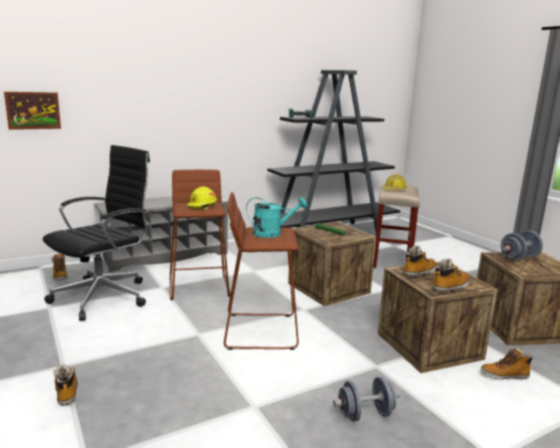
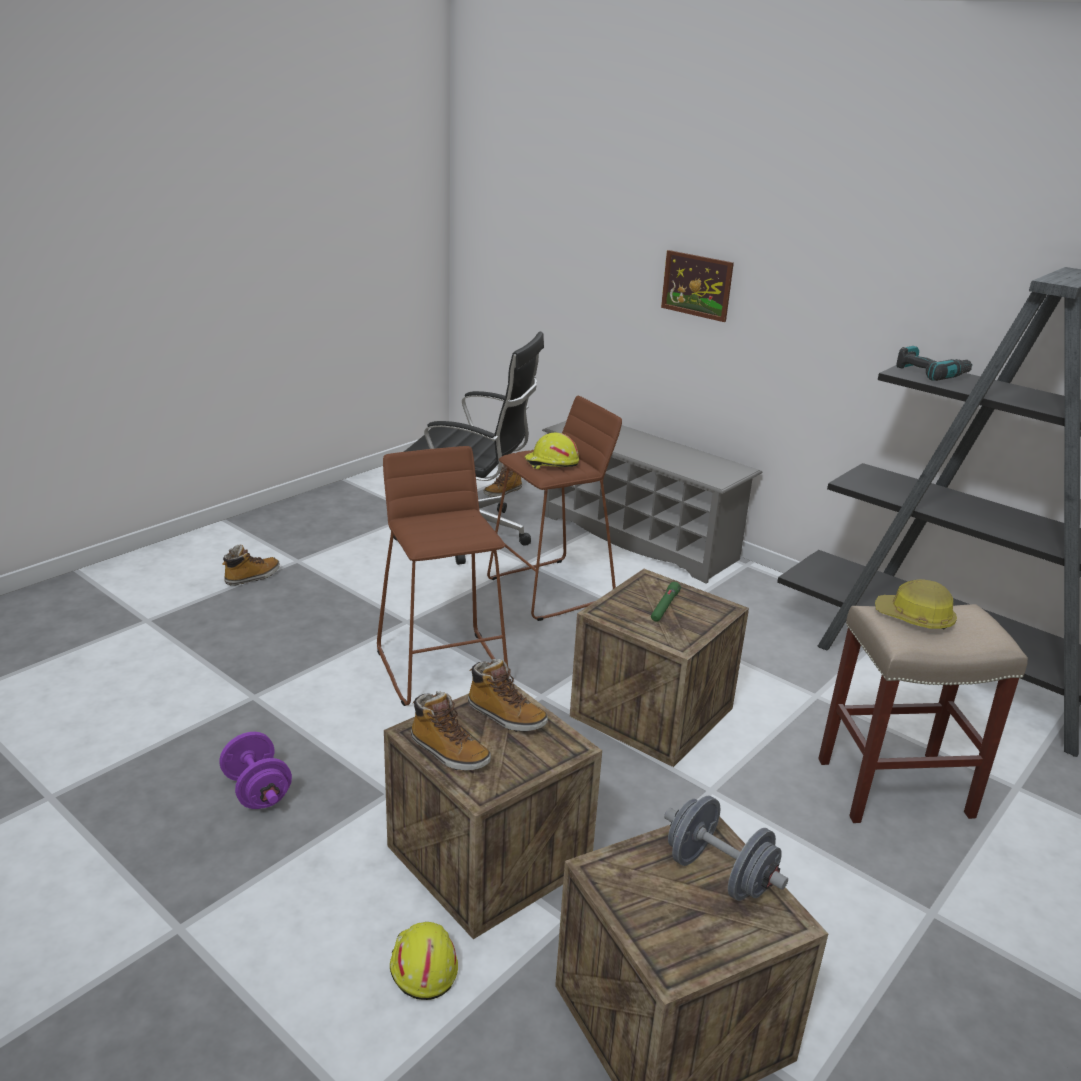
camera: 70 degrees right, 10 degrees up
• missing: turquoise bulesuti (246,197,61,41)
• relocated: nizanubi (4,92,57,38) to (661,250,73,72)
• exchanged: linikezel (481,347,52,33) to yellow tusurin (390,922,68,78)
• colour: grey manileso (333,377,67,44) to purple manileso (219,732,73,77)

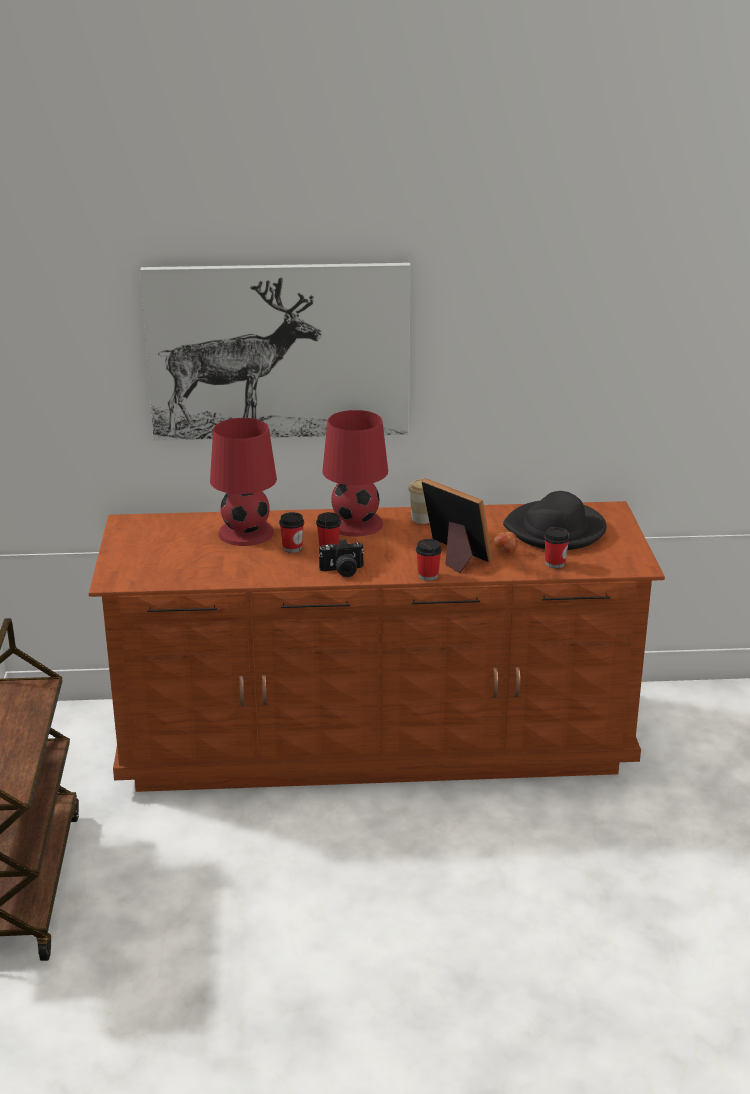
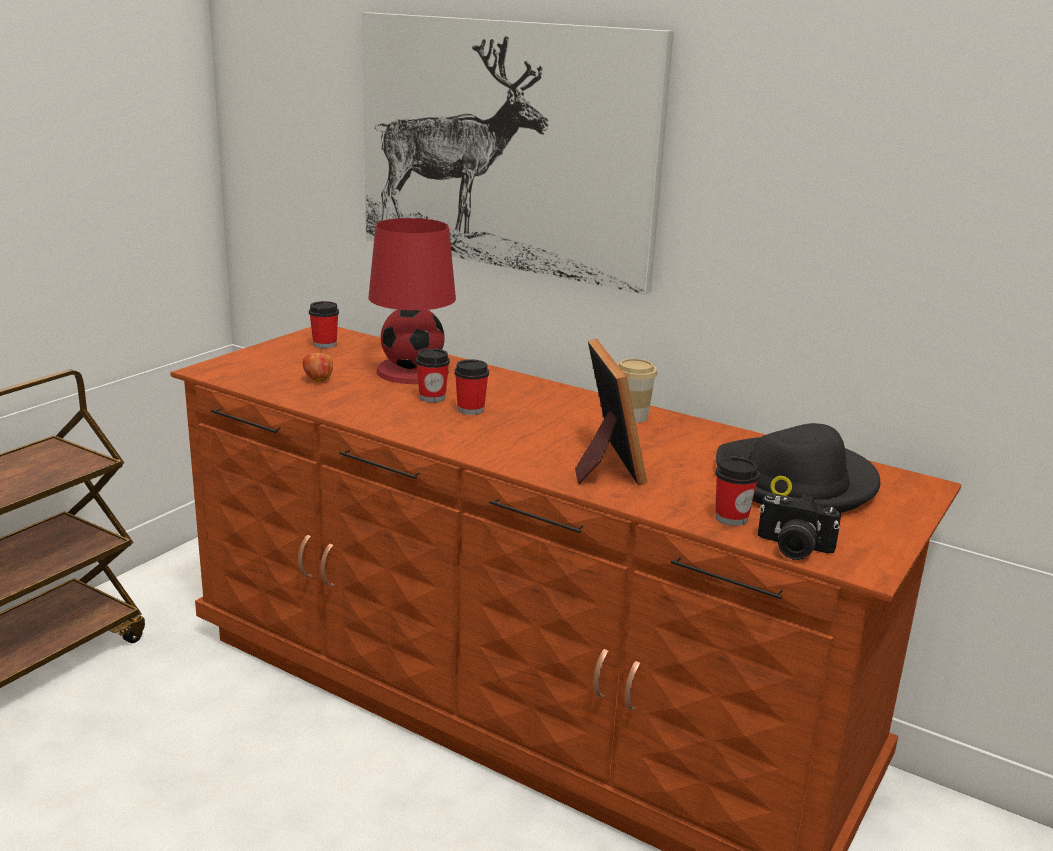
camera: 35 degrees right, 5 degrees down
• missing: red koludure (322,410,66,127)
• relocated: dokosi (319,539,45,38) to (758,494,83,66)
• relocated: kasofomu (416,539,26,42) to (309,301,30,48)
• relocated: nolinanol (494,529,24,25) to (303,350,30,31)

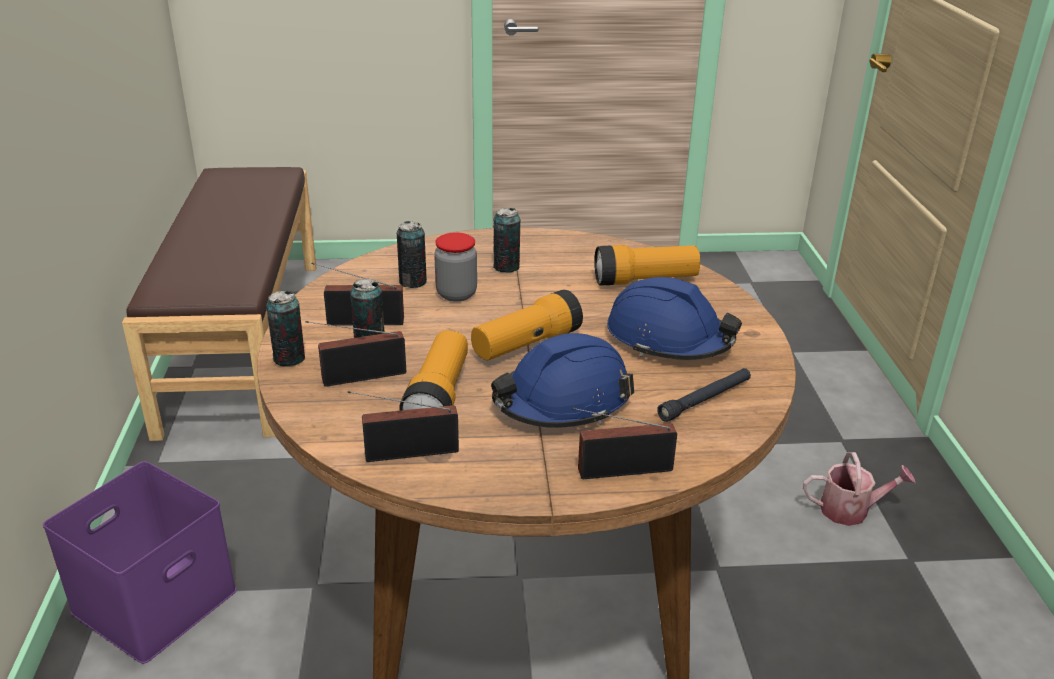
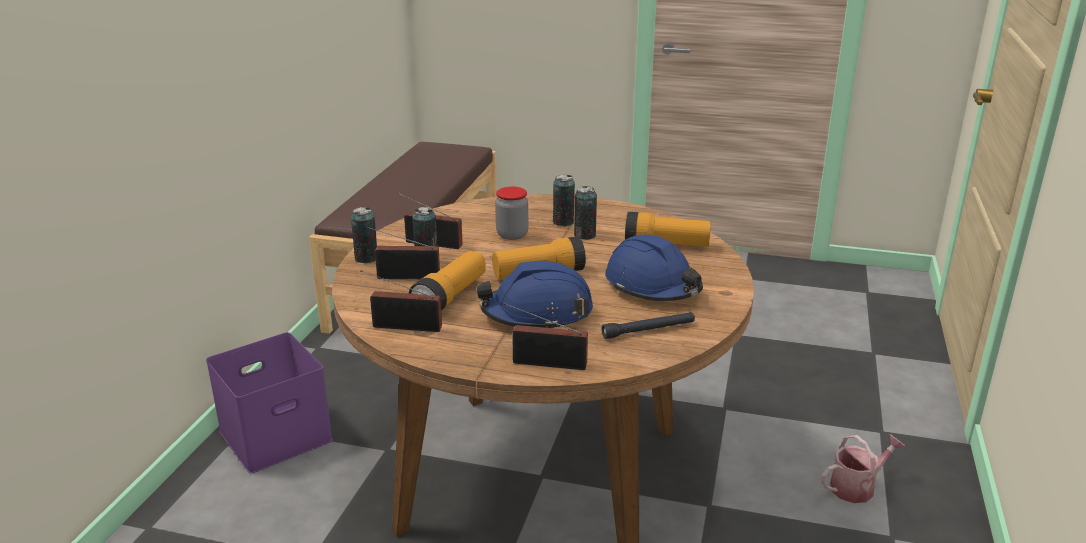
camera: 20 degrees right, 5 degrees down
• relocated: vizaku (397,221,30,67) to (574,186,23,54)
• spun: bulesuti (803,452,112,74) = (821,434,84,69) 45 degrees counterclockwise

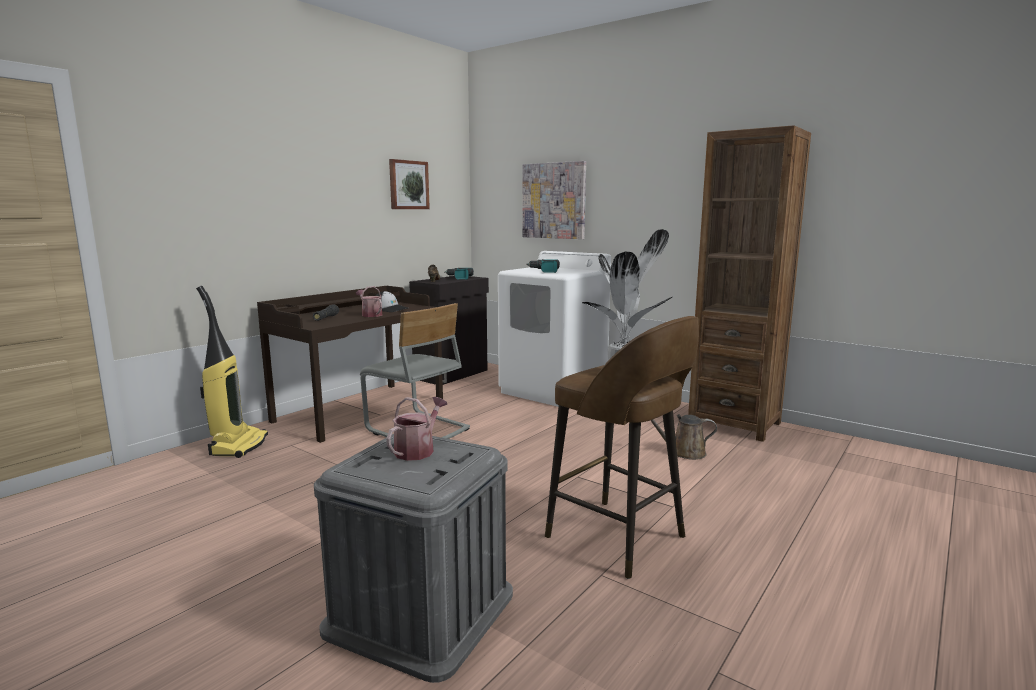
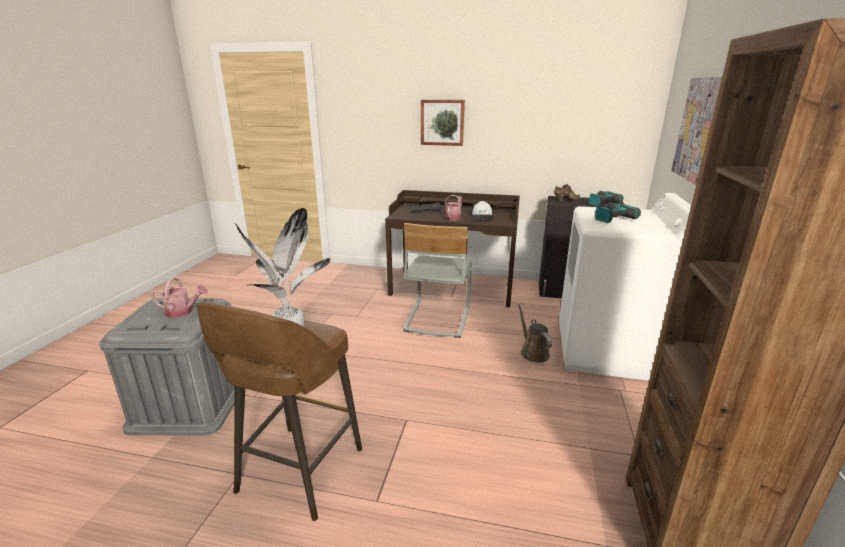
camera: 65 degrees right, 10 degrees up
• missing: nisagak (196,286,72,172)
• relocated: nizanubi (389,159,41,50) to (421,100,44,46)
• relocated: brown bulesuti (650,414,67,46) to (517,304,35,59)

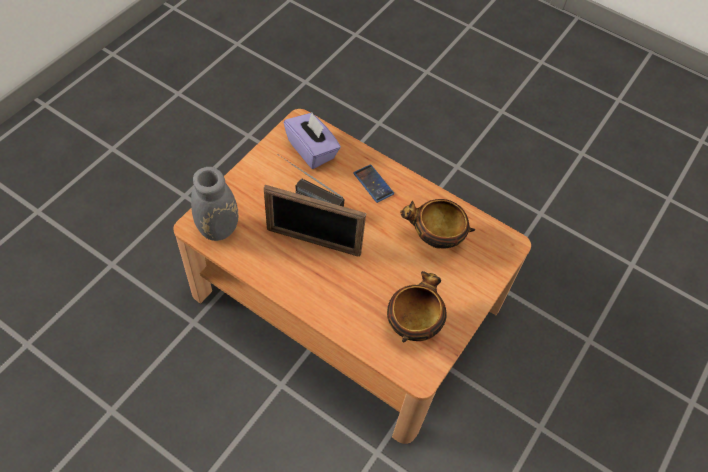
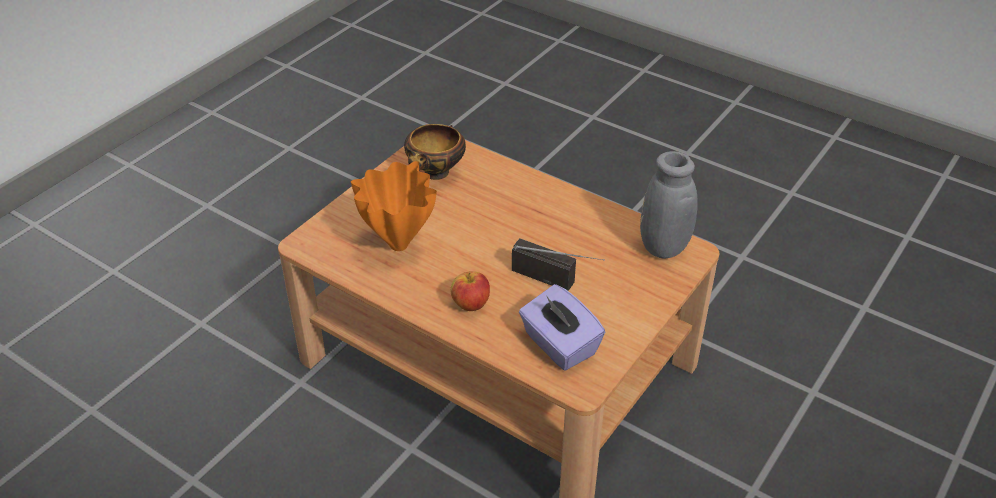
camera: 175 degrees left, 15 degrees down
• missing: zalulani (264,185,102,72)
• exchanged: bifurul (353,164,41,39) to nolinanol (451,271,39,40)
• exchanged: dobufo (400,199,75,49) to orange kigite (351,161,86,90)

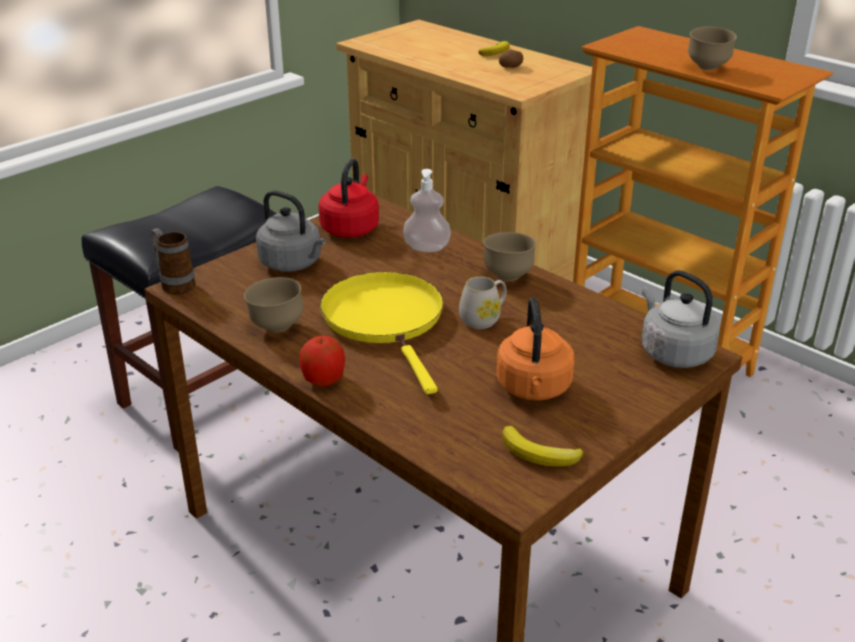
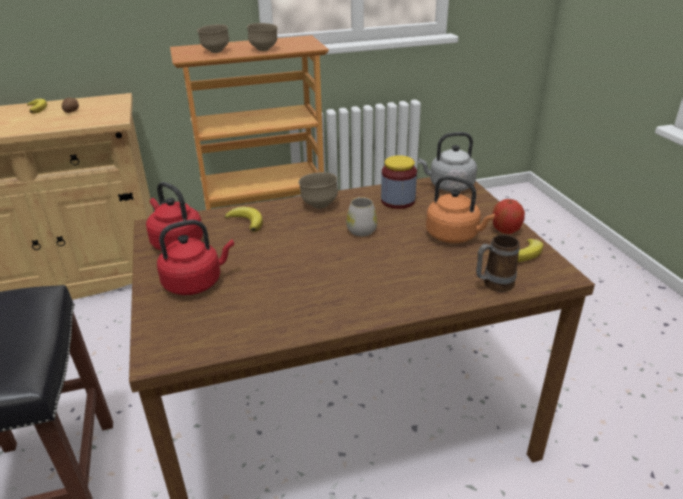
camera: 60 degrees left, 0 degrees up
• missing: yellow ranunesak (320,272,124,122)
• appeared: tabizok (381,155,36,54)
• relocated: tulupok (150,229,45,66) to (476,235,44,57)
• relocated: brown dobufo (244,277,59,56) to (197,24,32,29)
• relocated: nolinanol (299,335,46,52) to (492,199,33,35)
• exchanged: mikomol (403,169,48,83) to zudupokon (225,207,38,25)
• colour: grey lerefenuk (256,190,70,82) to red lerefenuk (157,220,77,75)

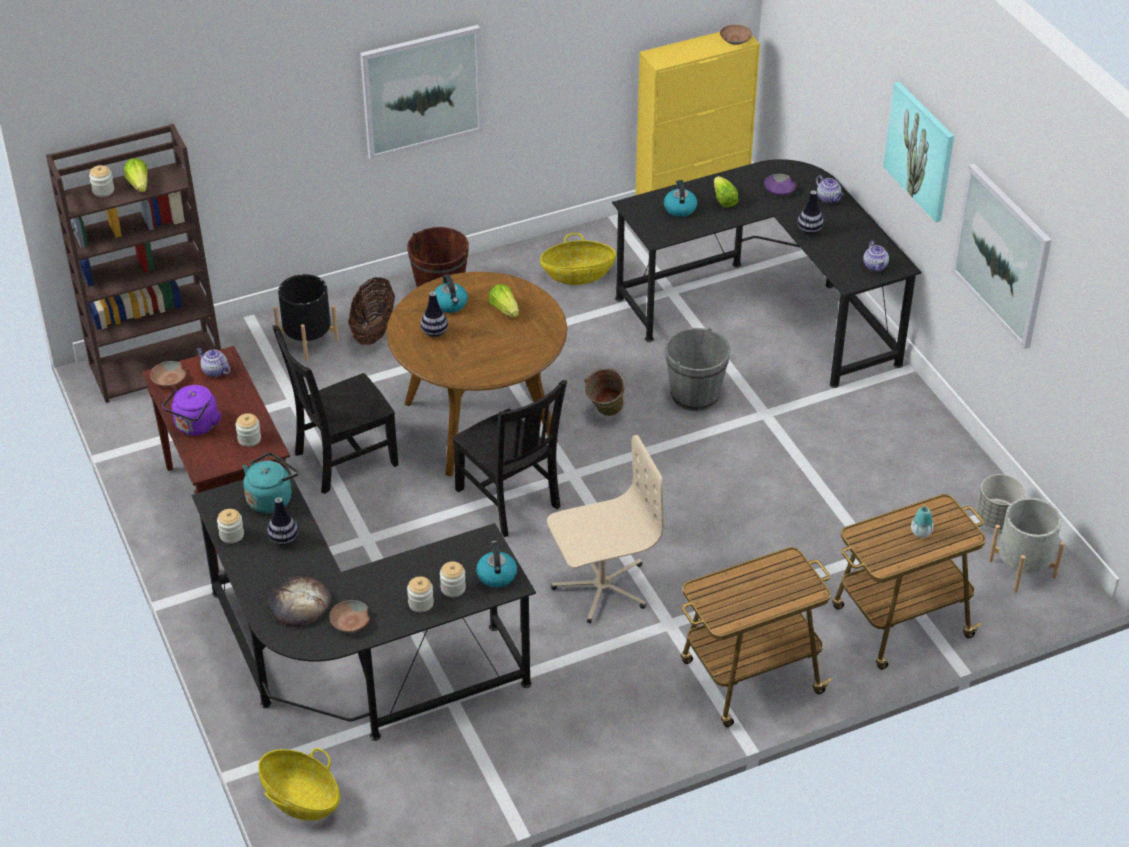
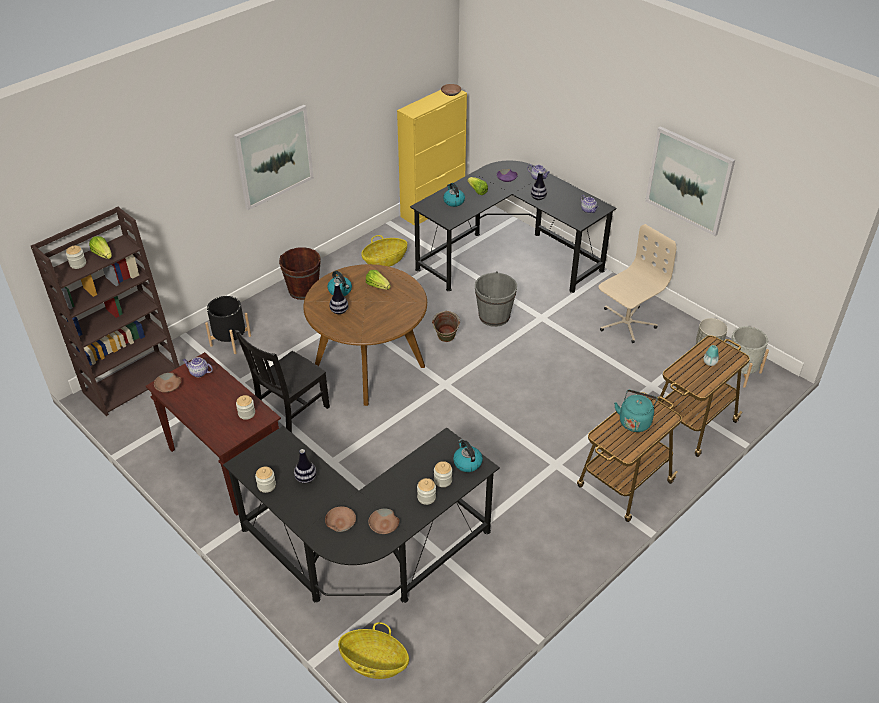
camera: 20 degrees left, 0 degrees up
• missing: purple lerefenuk (162,385,60,50)
• missing: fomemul (348,277,47,68)
• missing: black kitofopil (453,380,114,157)
• missing: nizanubi (883,82,71,140)
• relocated: turquoise lerefenuk (243,453,55,60) to (614,390,44,42)
• relocated: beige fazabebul (547,435,117,188) to (599,224,77,119)
• exchanged: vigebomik (268,576,63,50) to brown dobufo (325,506,31,26)

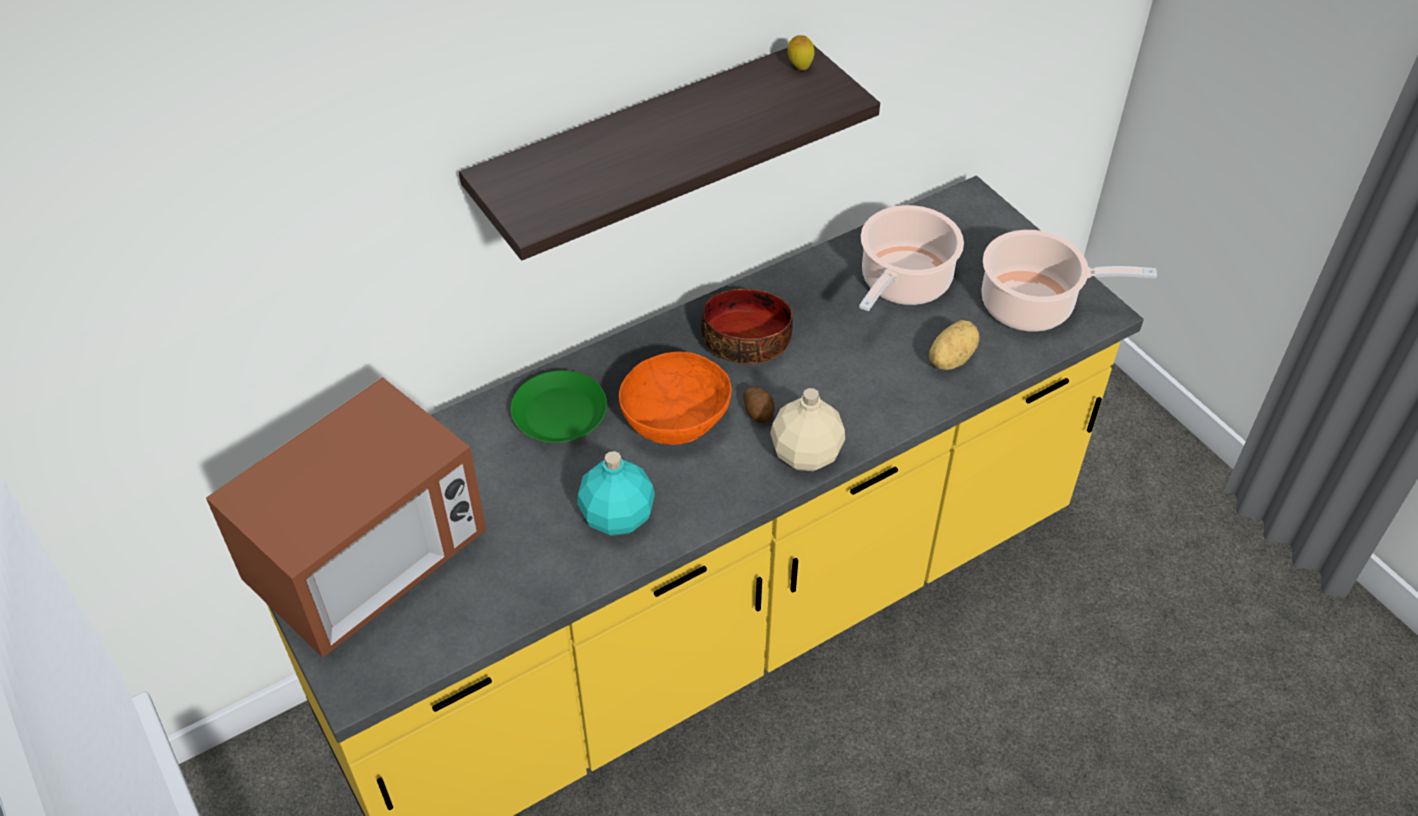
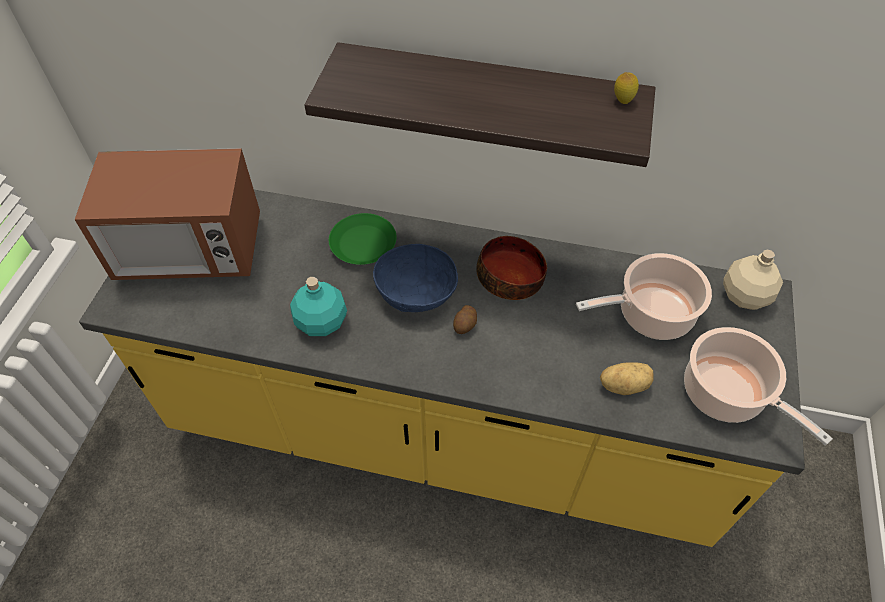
camera: 45 degrees right, 5 degrees up
• relocated: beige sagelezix (770,388,75,83) to (723,250,60,60)
• colour: orange dobufo (619,352,113,93) to blue dobufo (373,244,85,68)

